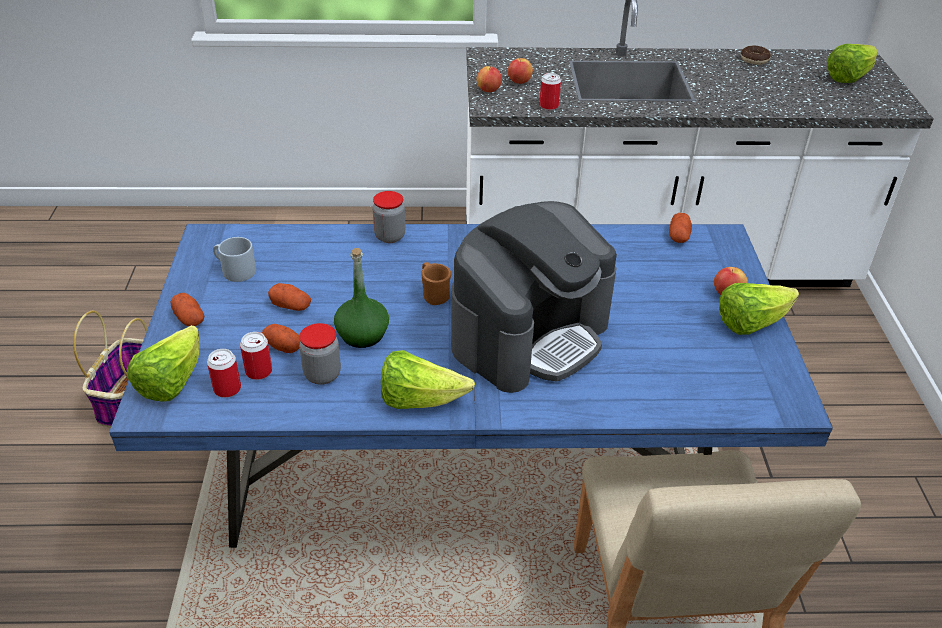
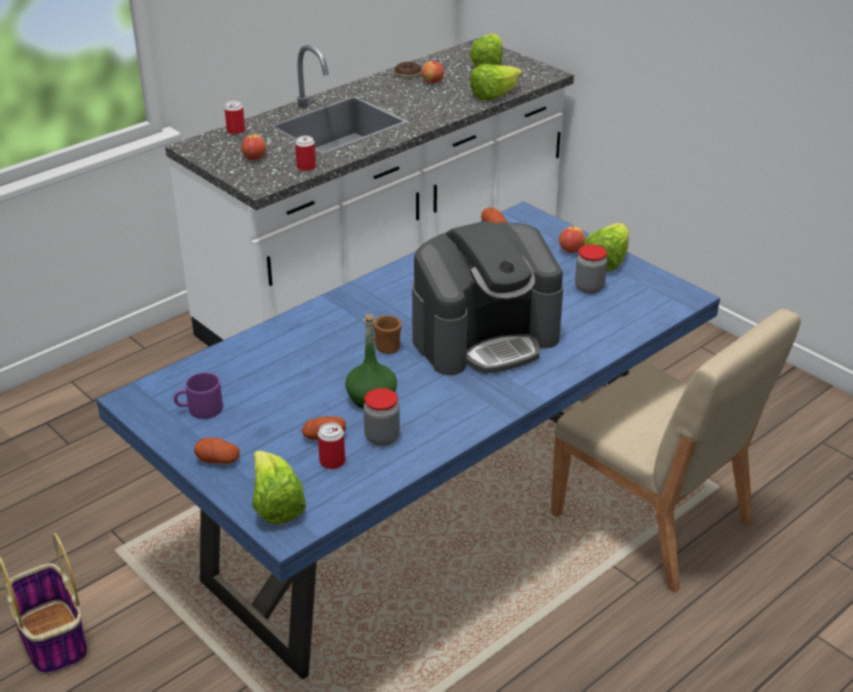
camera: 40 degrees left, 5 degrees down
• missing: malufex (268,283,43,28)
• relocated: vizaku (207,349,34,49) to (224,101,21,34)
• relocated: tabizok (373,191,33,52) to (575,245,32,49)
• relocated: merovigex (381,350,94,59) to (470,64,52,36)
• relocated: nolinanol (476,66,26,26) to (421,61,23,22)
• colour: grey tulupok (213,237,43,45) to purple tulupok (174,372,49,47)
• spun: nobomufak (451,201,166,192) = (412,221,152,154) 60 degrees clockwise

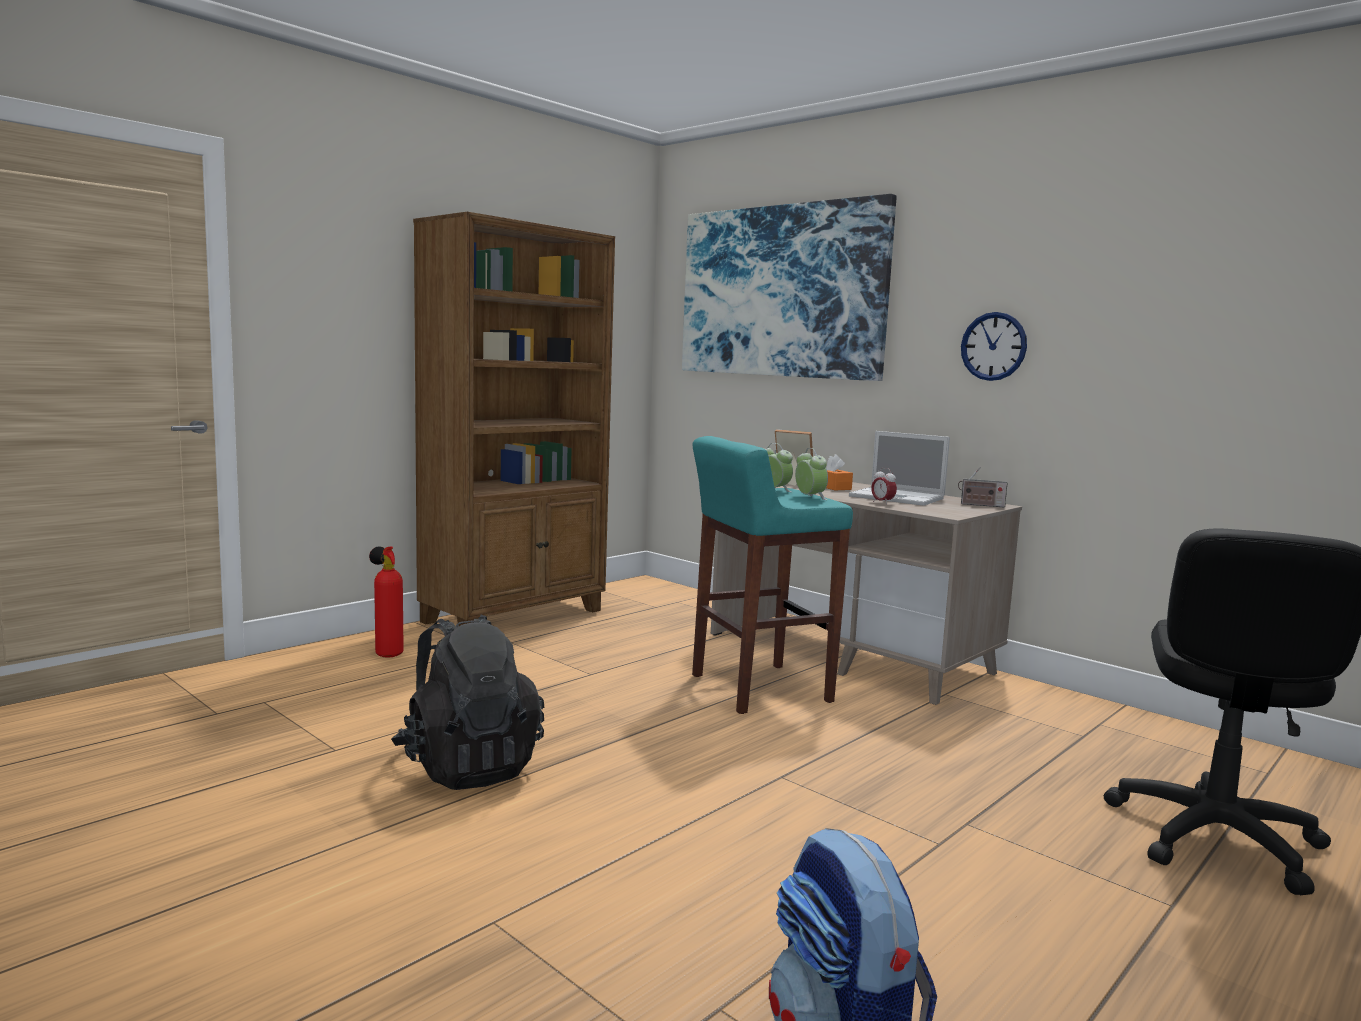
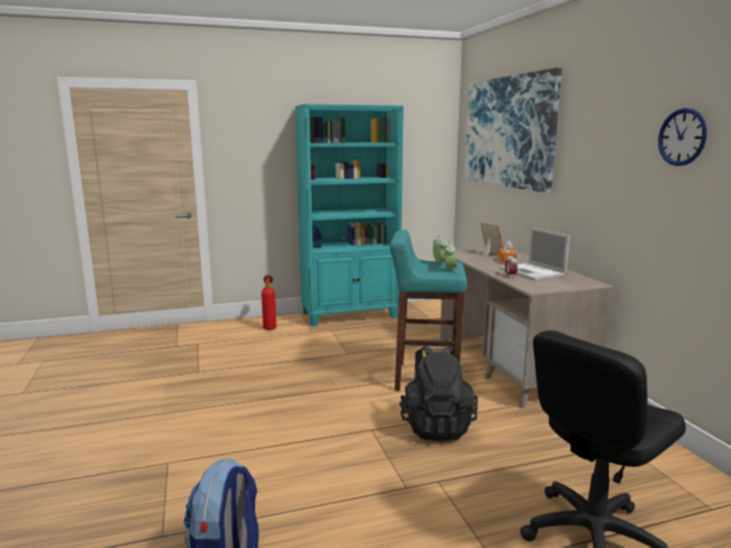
camera: 30 degrees right, 5 degrees up
• missing: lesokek (958,467,49,41)
• relocated: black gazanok (391,615,154,175) to (399,345,79,96)
• relocated: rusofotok (961,312,66,69) to (658,108,49,58)
• colour: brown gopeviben (413,212,202,414) to turquoise gopeviben (295,104,109,223)

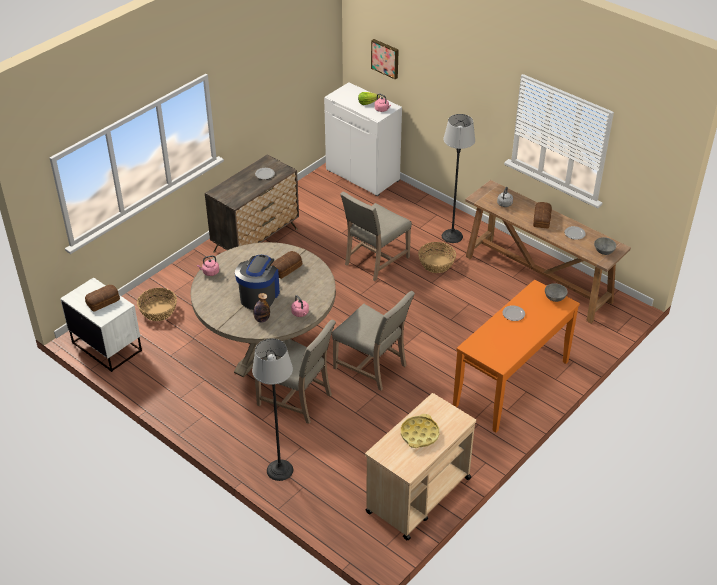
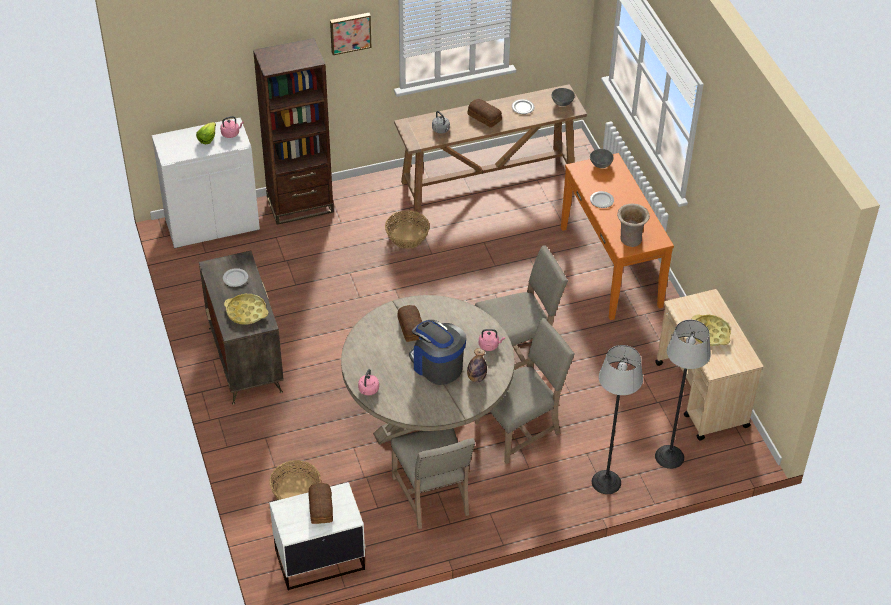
camera: 60 degrees left, 5 degrees up
• appeared: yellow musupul (224,294,44,31)
• appeared: brown gopeviben (253,38,81,187)
• appeared: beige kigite (617,204,33,43)
• relocated: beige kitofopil (340,192,72,89) to (391,428,84,101)
• relocated: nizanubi (371,39,28,40) to (330,13,41,42)
• relocated: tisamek (442,114,33,129) to (655,320,56,149)

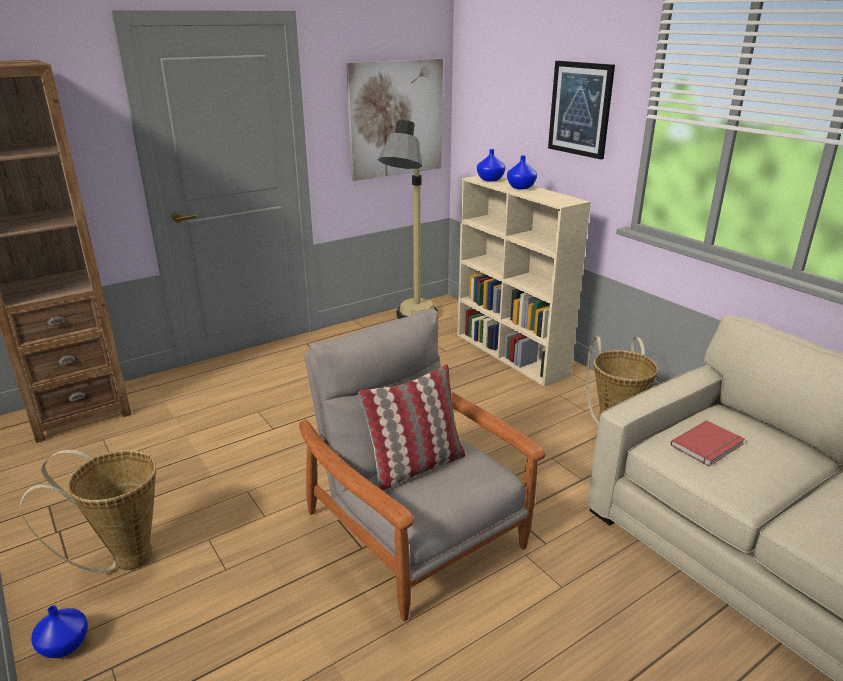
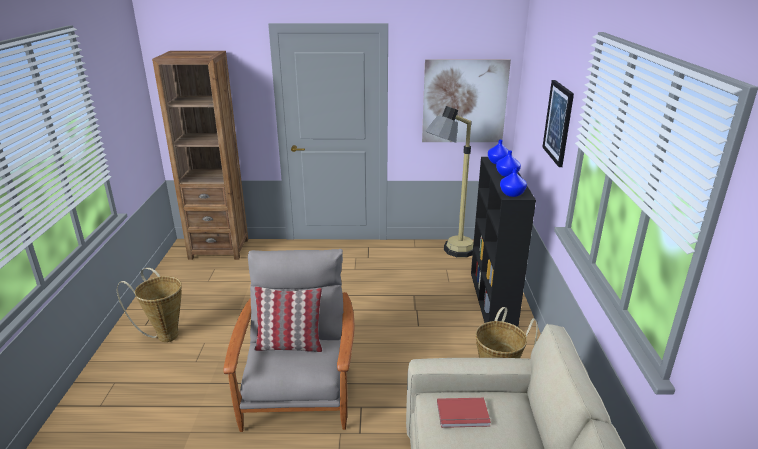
camera: 35 degrees right, 0 degrees up
• relocated: blue kigite (31,606,57,52) to (500,168,27,29)
• colour: beige gopeviben (457,176,134,211) to black gopeviben (471,157,65,170)

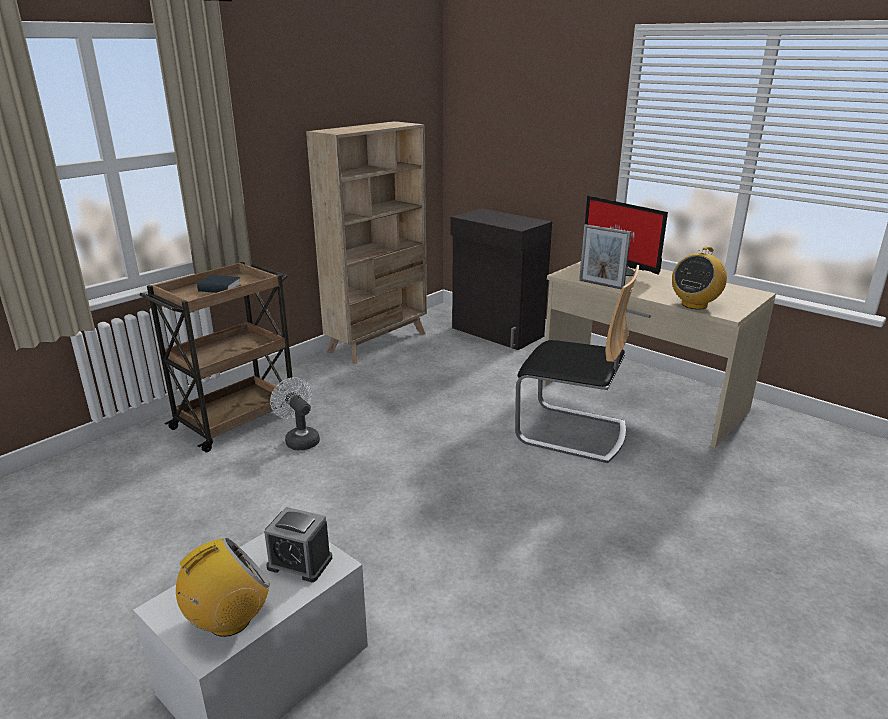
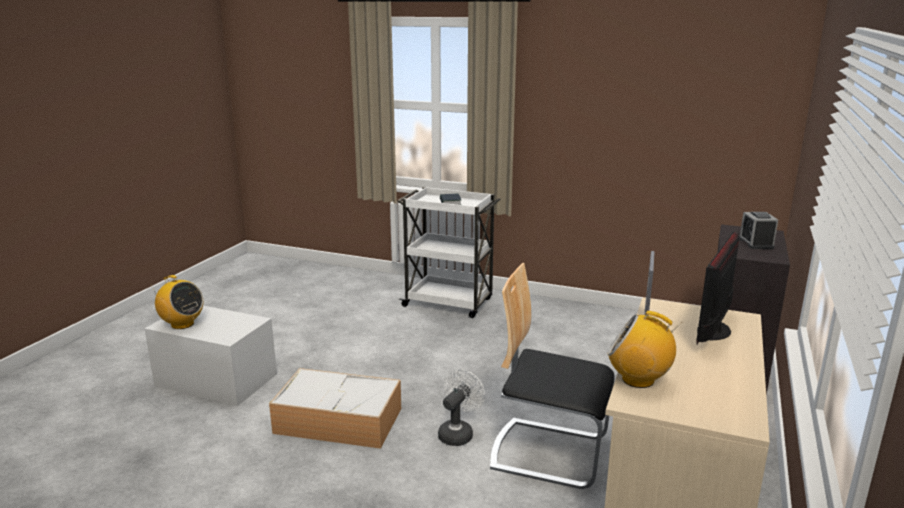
camera: 70 degrees right, 5 degrees down
• missing: beige gopeviben (306,121,121,243)
• appeared: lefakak (269,368,132,81)
• relocated: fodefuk (264,507,68,75) to (739,212,39,37)
• relocated: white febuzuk (270,377,50,73) to (438,369,47,77)
• colour: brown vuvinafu (140,262,152,190) to white vuvinafu (397,187,104,131)
• spun: kitofopil (515,265,124,198) = (490,263,124,226) 105 degrees clockwise

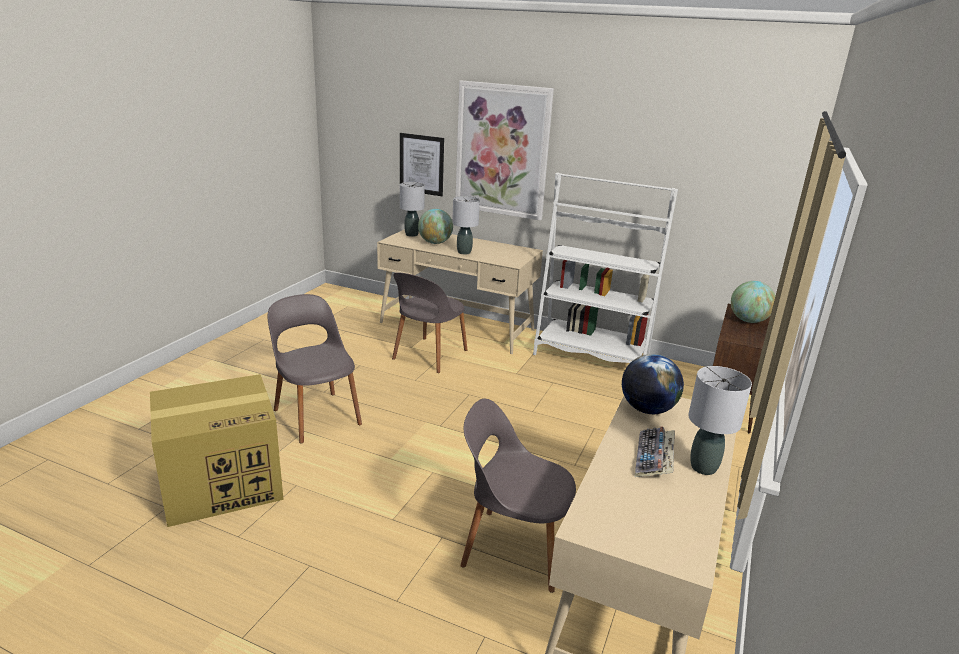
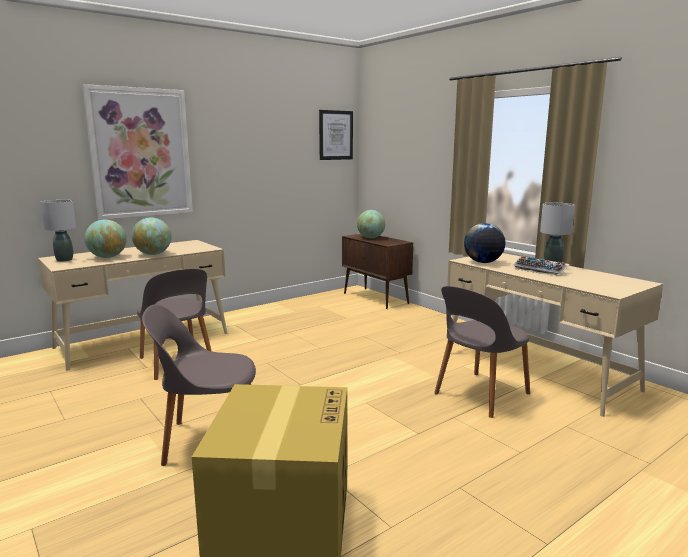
camera: 60 degrees left, 10 degrees down
• missing: white gopeviben (533,173,145,190)
• relocated: nizanubi (400,133,44,63) to (319,110,34,50)
• exchanged: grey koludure (452,196,28,58) to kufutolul (132,217,39,38)

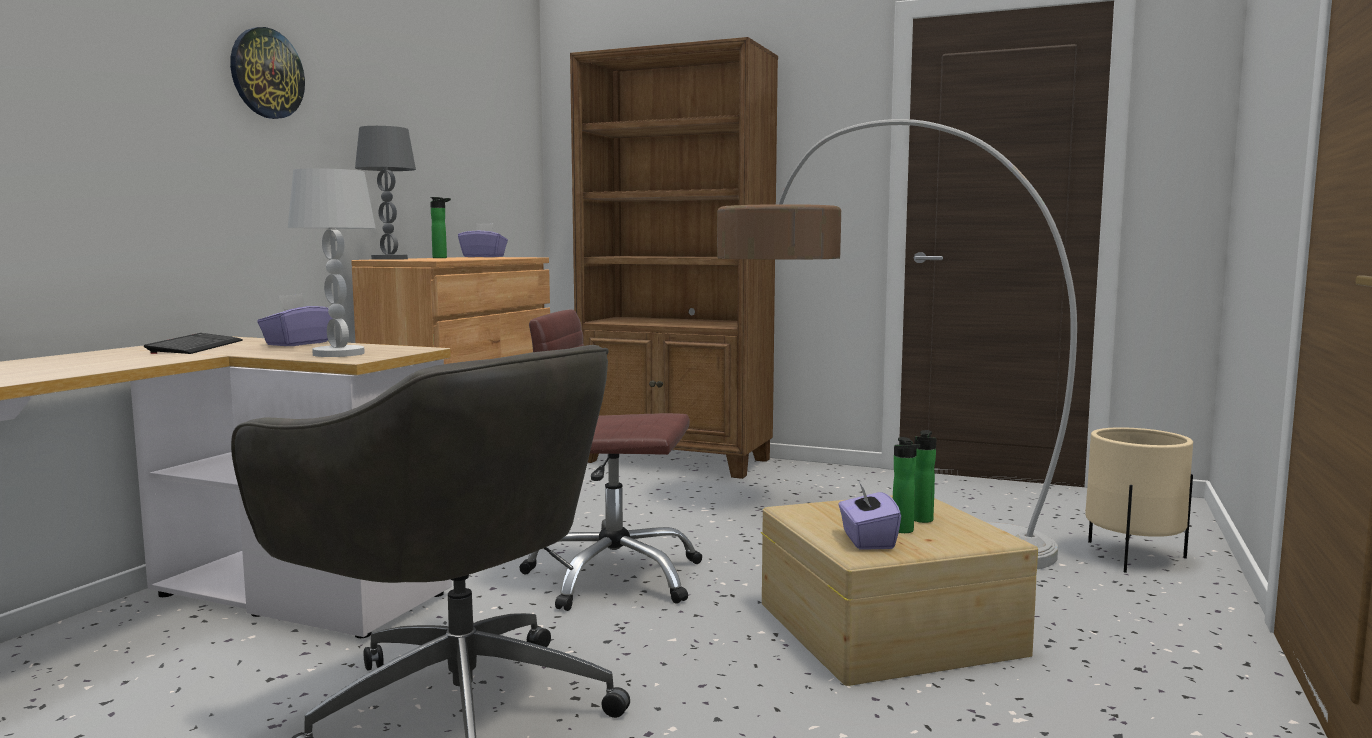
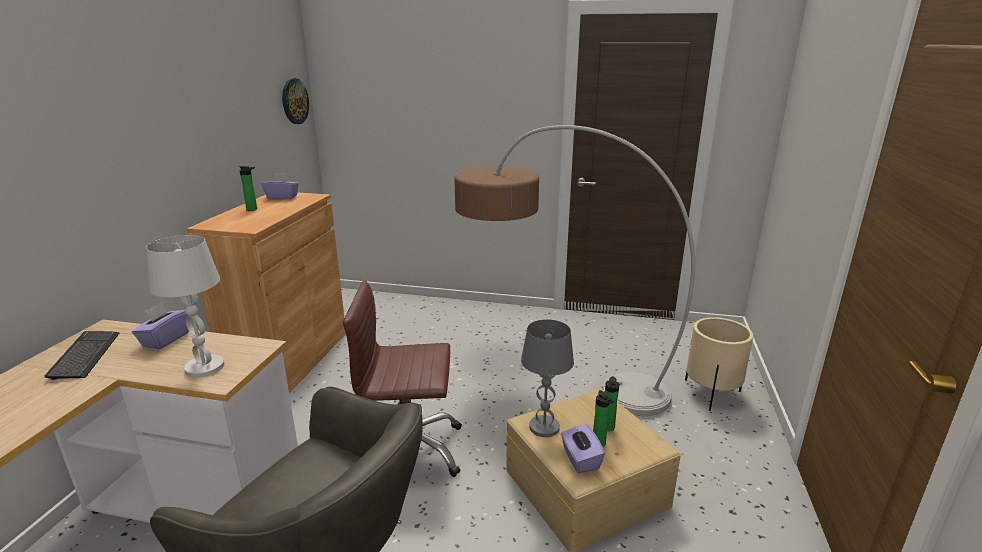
camera: 10 degrees left, 15 degrees up
• missing: brown gopeviben (570,37,208,442)
• relocated: rusofotok (230,27,75,92) to (282,78,27,46)
• relocated: grey koludure (355,126,61,134) to (521,319,53,118)

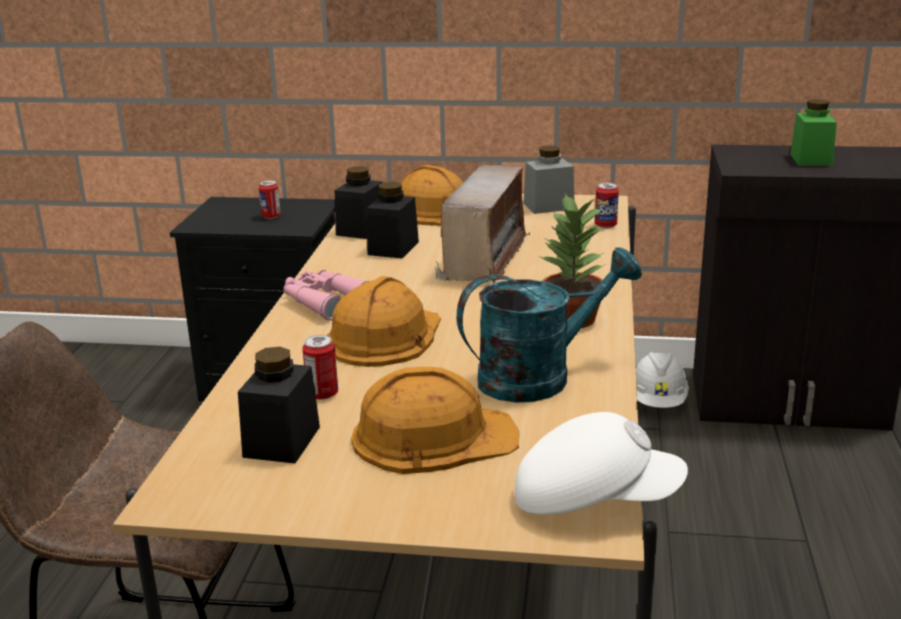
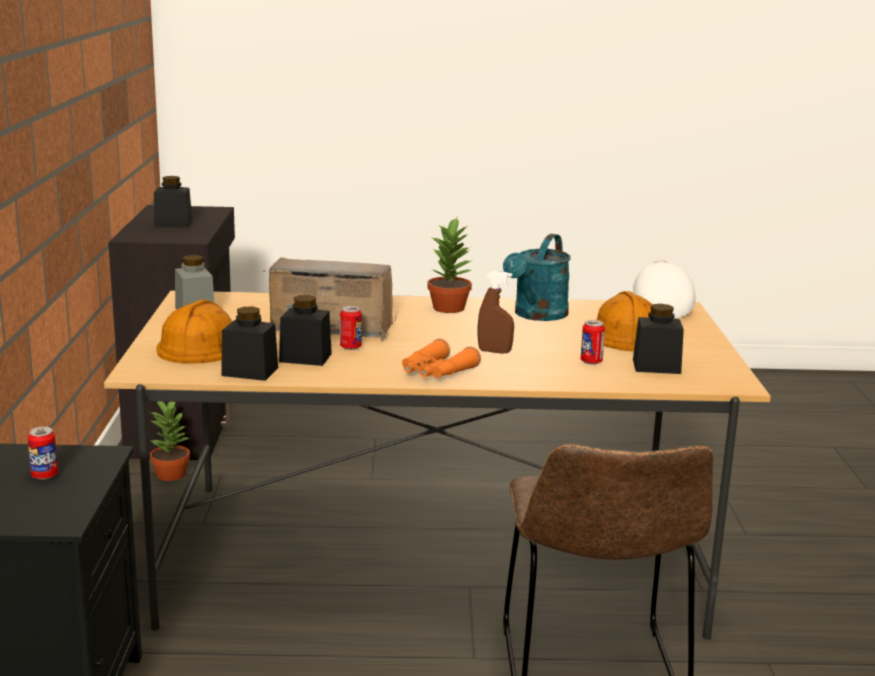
camera: 100 degrees left, 5 degrees down
• relocated: vizaku (595,183,24,45) to (340,306,22,44)
• exchanged: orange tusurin (326,276,115,91) to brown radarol (478,271,36,83)
• exchanged: white tusurin (636,352,53,56) to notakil (150,401,40,80)
• colour: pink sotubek (284,270,85,51) to orange sotubek (402,339,79,39)
• colour: green tabizok (790,99,47,67) to black tabizok (154,176,38,52)
• spun: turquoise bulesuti (457,247,185,155) = (503,234,67,87) 120 degrees counterclockwise

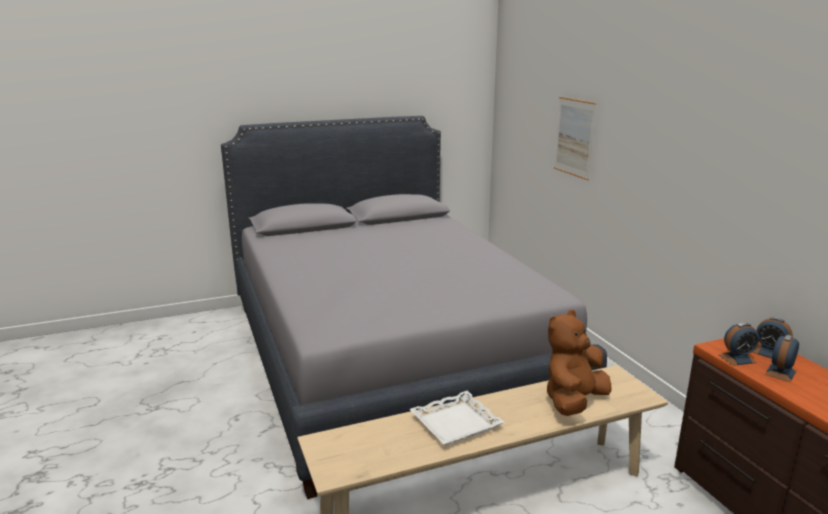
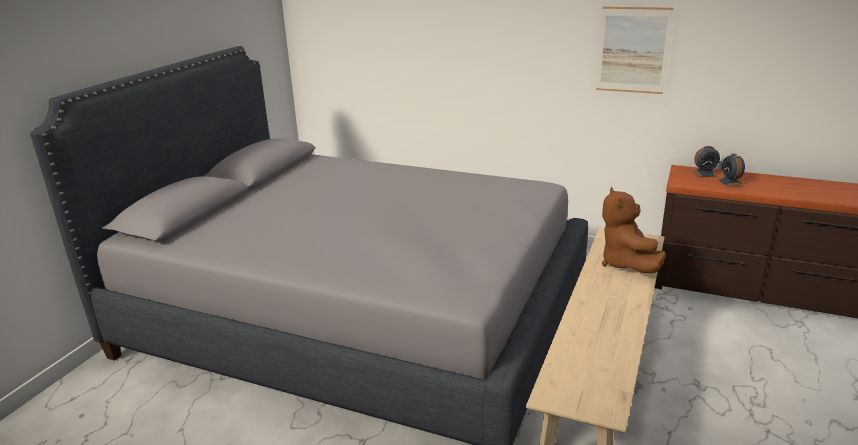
camera: 45 degrees left, 5 degrees up
• missing: white musupul (409,391,95,55)
• missing: fodefuk (719,323,40,43)
• relocated: nizanubi (554,97,42,83) to (596,6,77,88)

